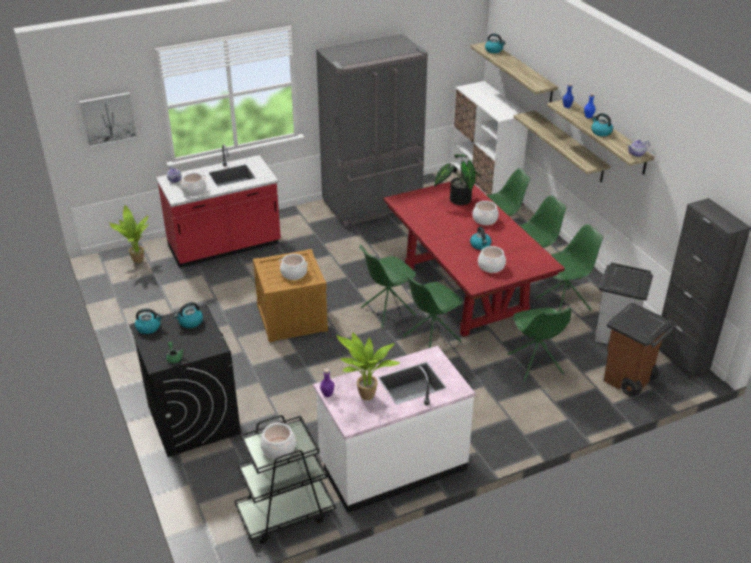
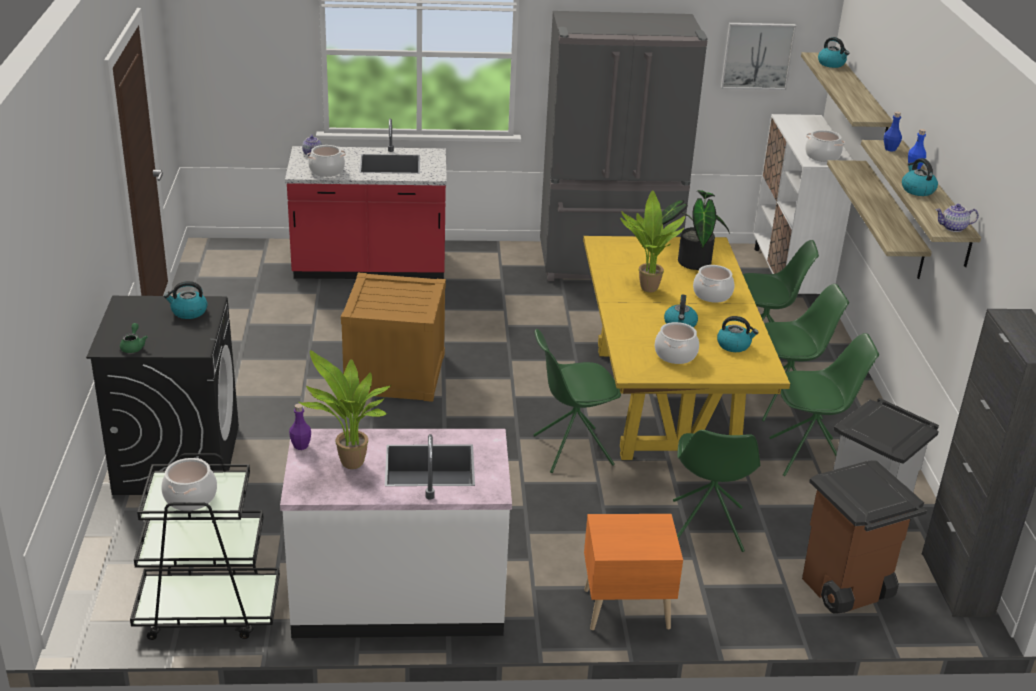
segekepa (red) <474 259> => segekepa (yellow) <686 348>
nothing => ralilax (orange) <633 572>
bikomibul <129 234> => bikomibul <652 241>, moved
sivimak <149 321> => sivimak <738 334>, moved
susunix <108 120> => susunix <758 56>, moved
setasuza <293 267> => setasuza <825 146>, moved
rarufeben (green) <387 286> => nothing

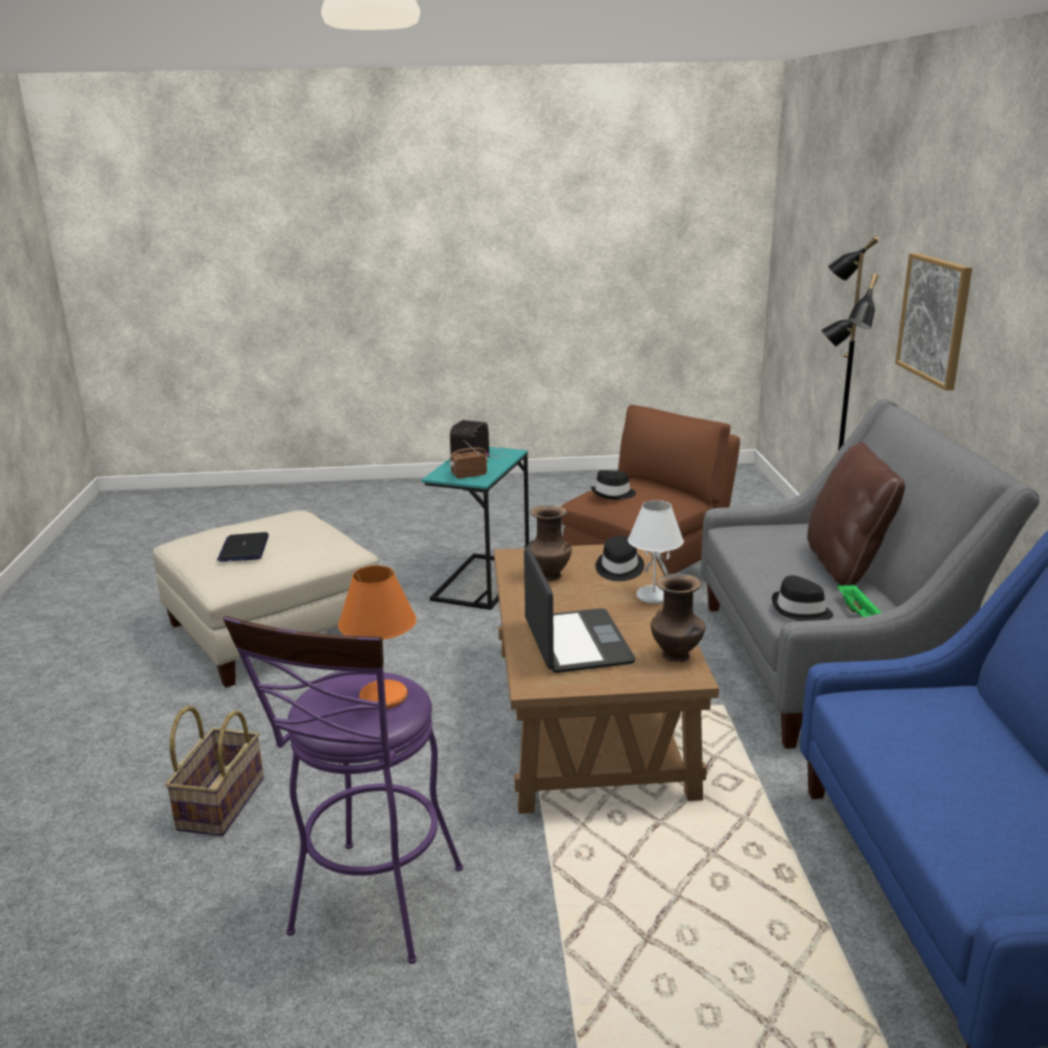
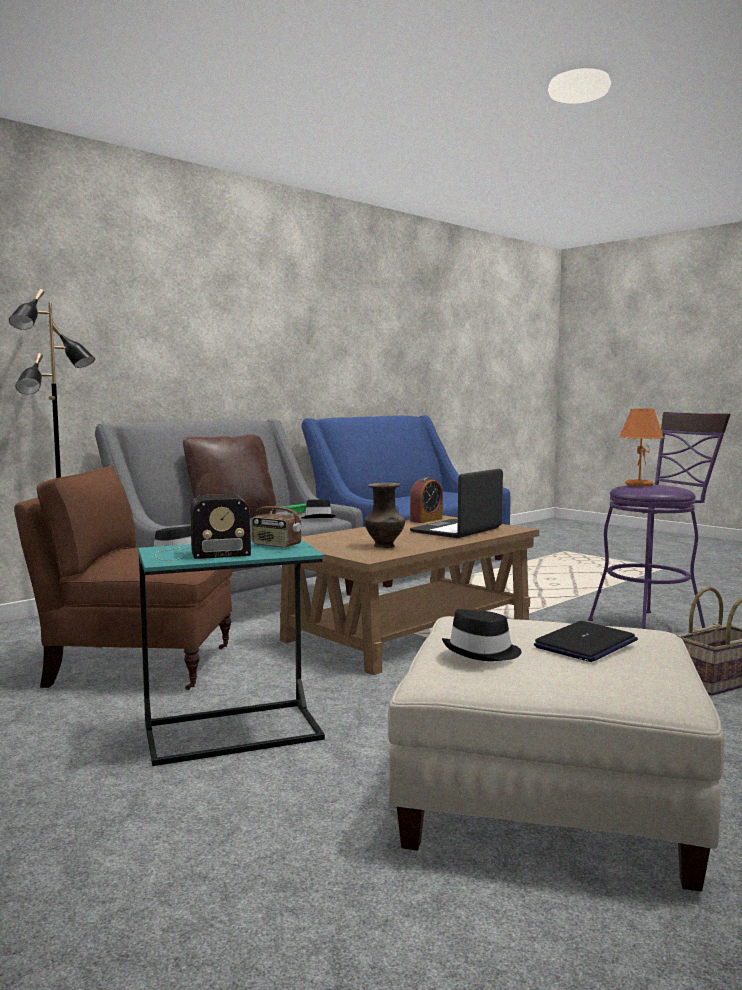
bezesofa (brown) <678 617> => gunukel <426 500>
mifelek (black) <620 558> => mifelek (black) <482 635>, moved
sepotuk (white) <656 552> => nothing
susunix <933 322> => nothing

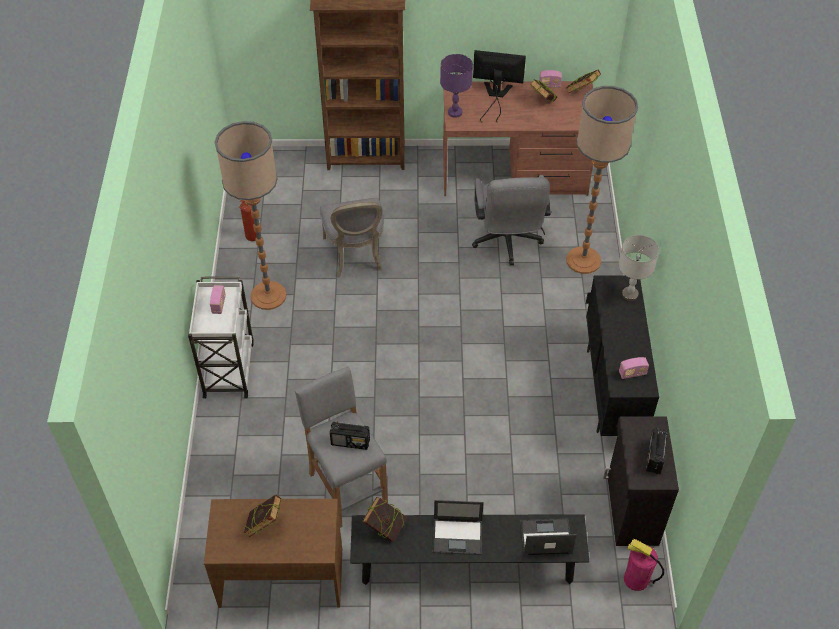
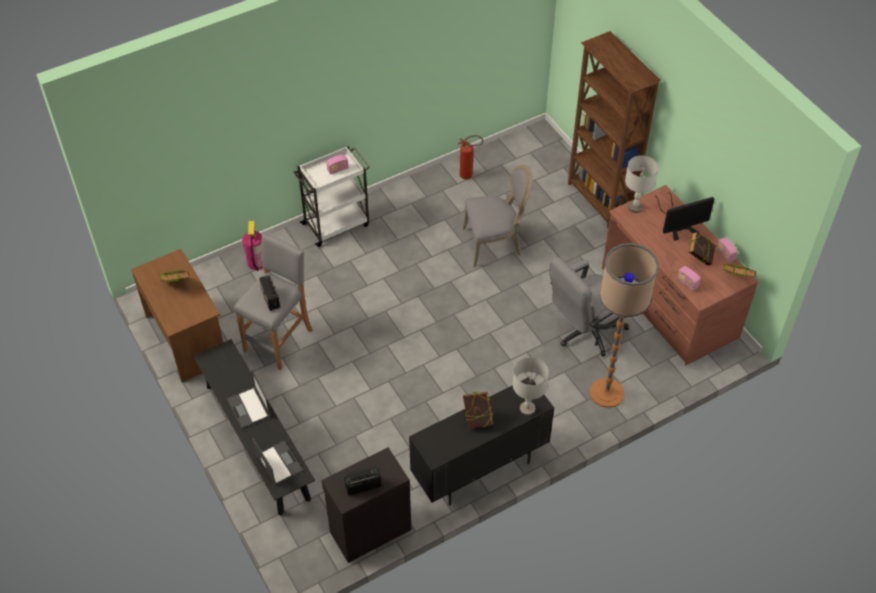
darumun <644 564> => darumun <252 246>, moved
rarufeben (grey) <351 237> => rarufeben (grey) <497 215>, 150 degrees counterclockwise
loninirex <385 519> => loninirex <478 410>, moved
sepotuk (purple) <456 86> => sepotuk (grey) <642 184>
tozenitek <499 86> => tozenitek <685 216>, 90 degrees clockwise
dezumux <634 368> => dezumux <689 278>, moved
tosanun <250 215> => nothing

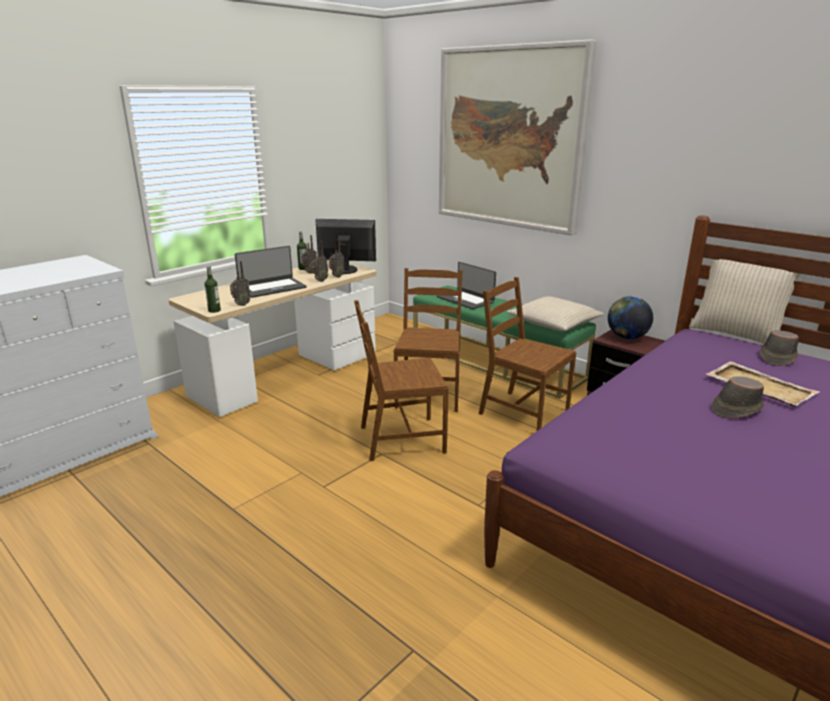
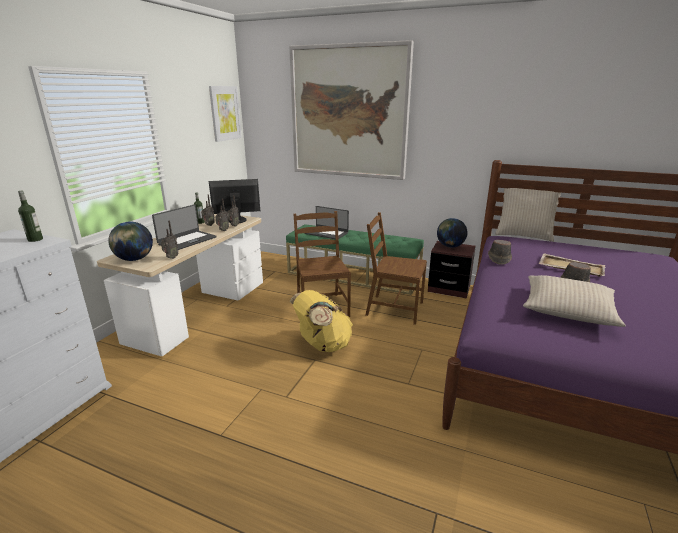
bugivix <213 289> => bugivix <30 216>, moved
nothing => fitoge <130 241>
nothing => susunix <225 114>
rarufeben (brown) <401 380> => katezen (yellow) <321 321>
mifelek (brown) <779 348> => mifelek (brown) <500 252>, moved
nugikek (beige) <555 314> => nugikek (beige) <574 301>, moved

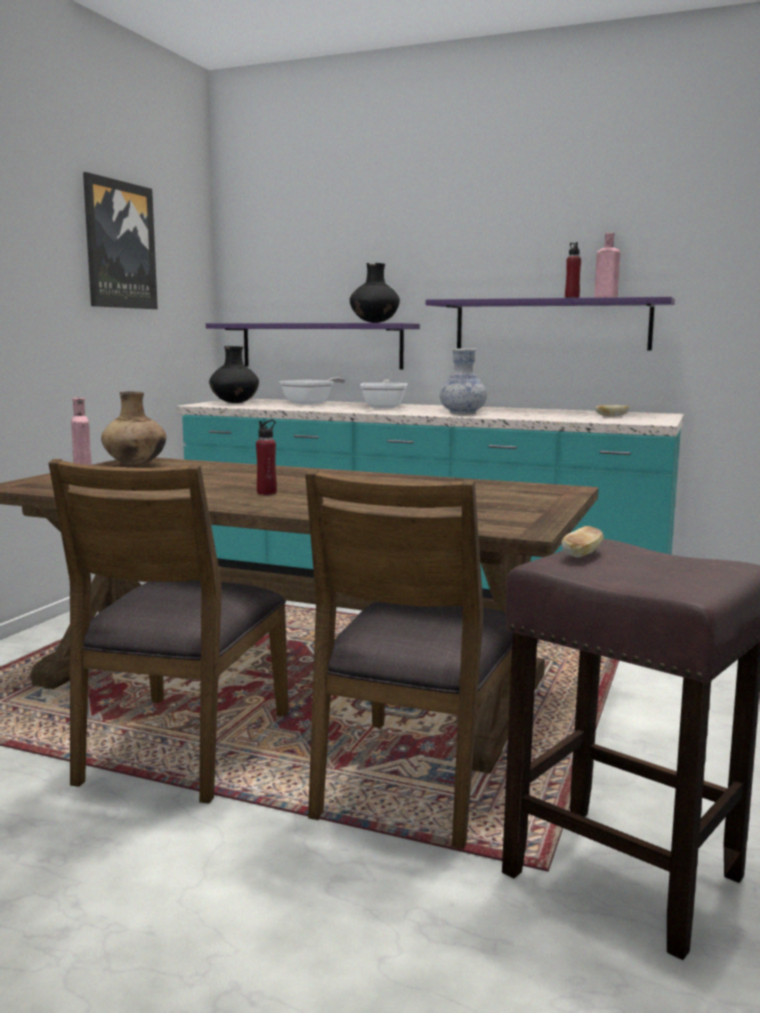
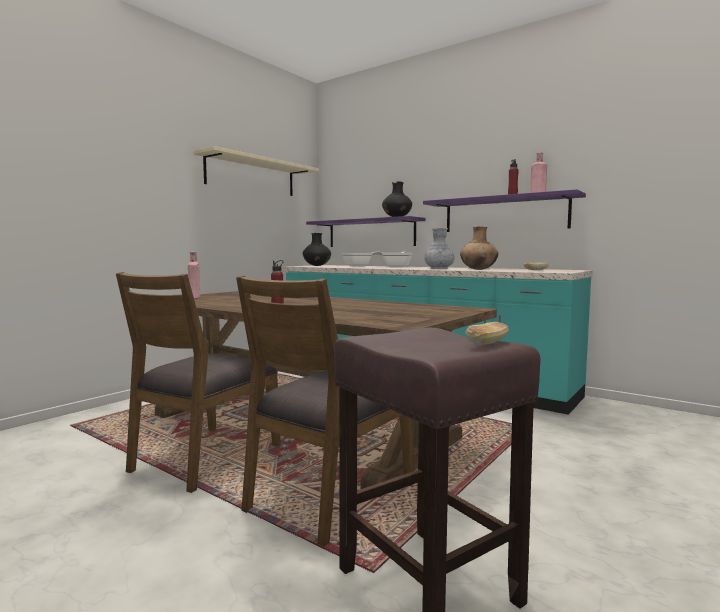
susunix <120 240> => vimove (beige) <256 171>
bezesofa (brown) <133 428> => bezesofa (brown) <479 248>, moved
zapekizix <583 542> => zapekizix <487 333>, moved

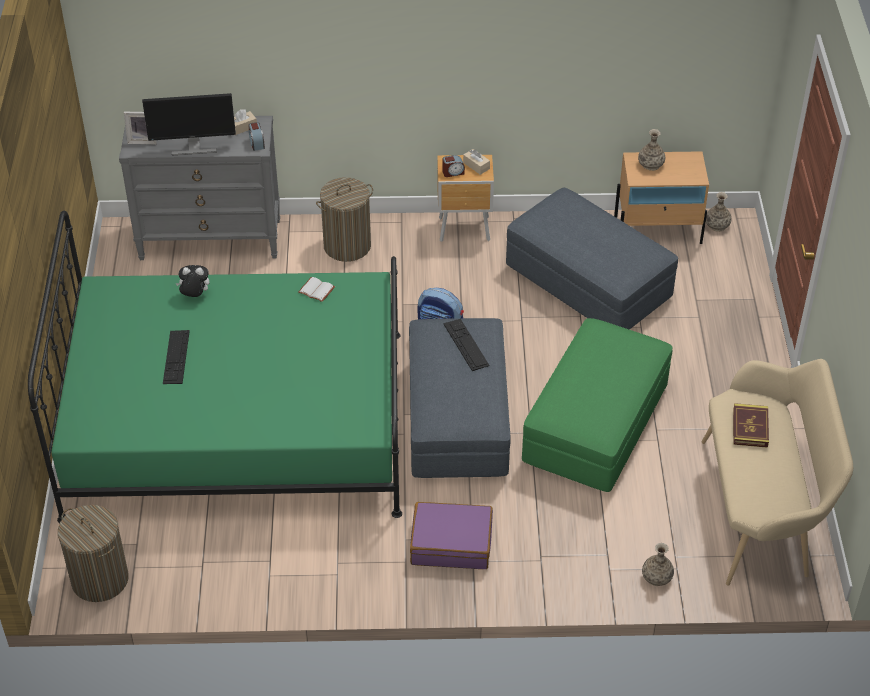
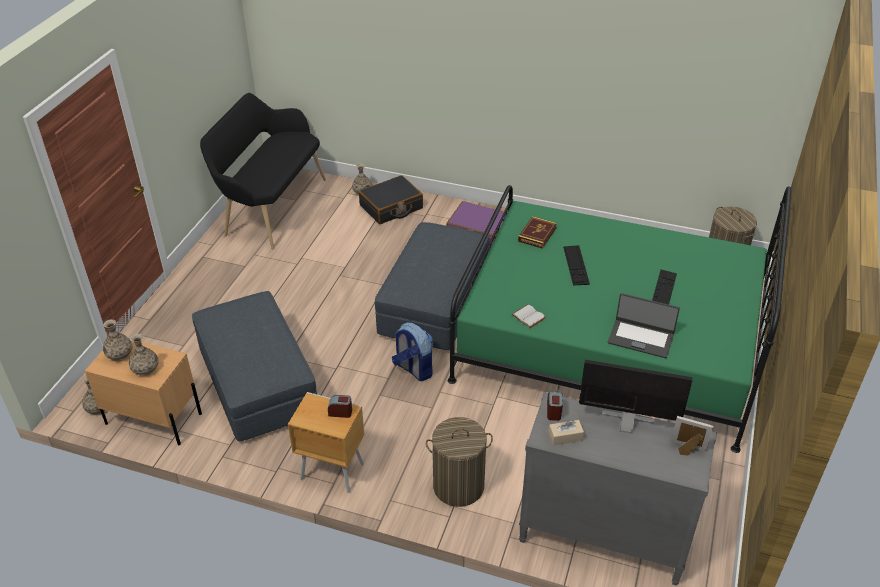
nothing => bezesofa <117 340>
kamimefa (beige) <777 472> => kamimefa (black) <263 171>
nothing => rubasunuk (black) <390 199>
loninirex <751 425> => loninirex <537 232>, moved
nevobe <467 345> => nevobe <576 265>, moved
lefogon <192 281> => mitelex <644 325>
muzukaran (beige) <476 162> => nothing
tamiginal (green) <597 405> => nothing

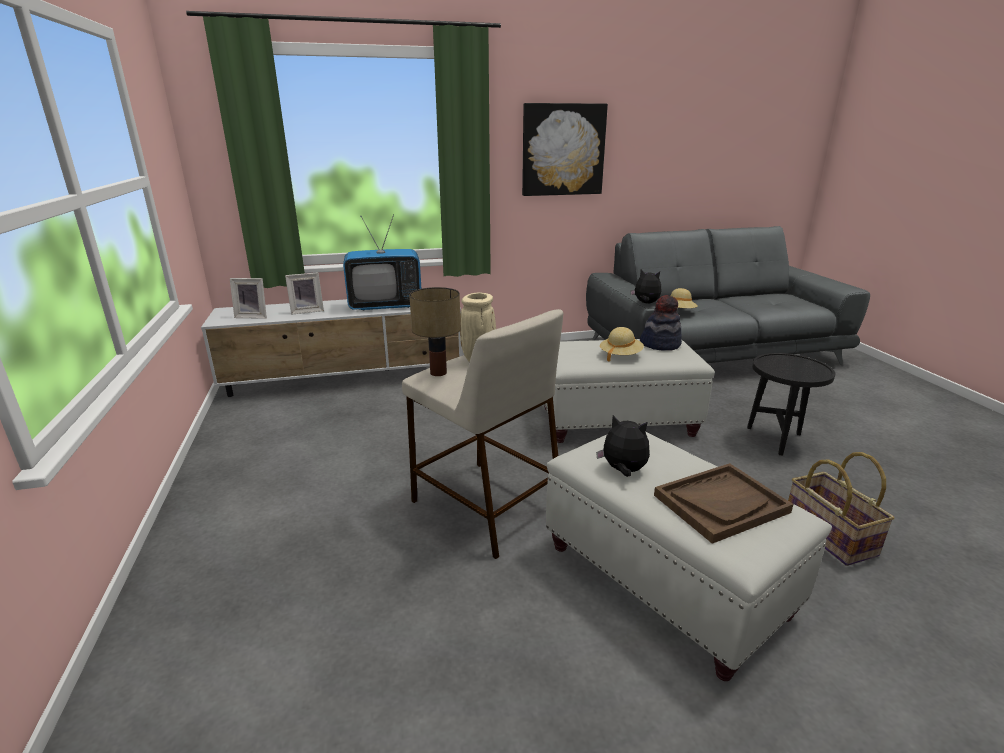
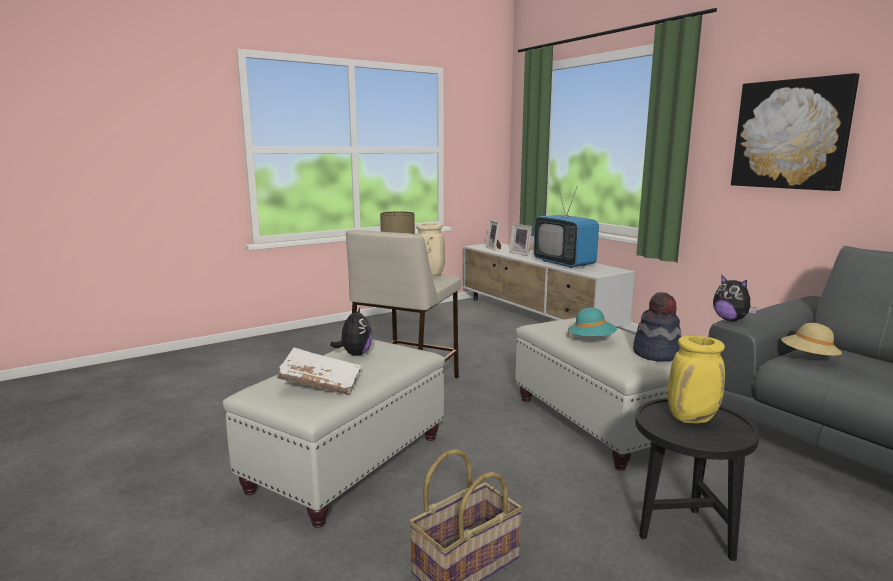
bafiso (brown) <723 503> => loninirex (white) <319 371>
mifelek (beige) <622 344> => mifelek (turquoise) <592 323>
nothing => bezesofa (yellow) <696 379>
lefogon <645 286> => lefogon <735 298>, 135 degrees clockwise

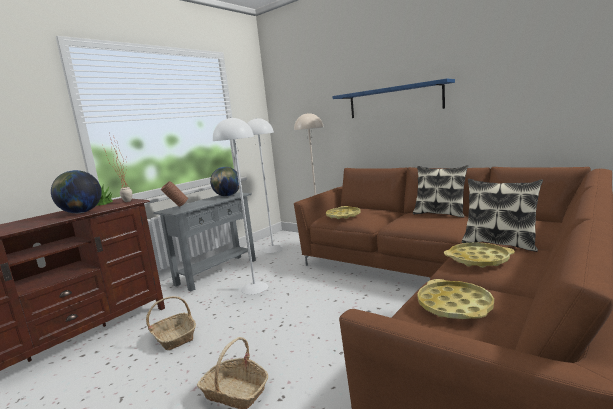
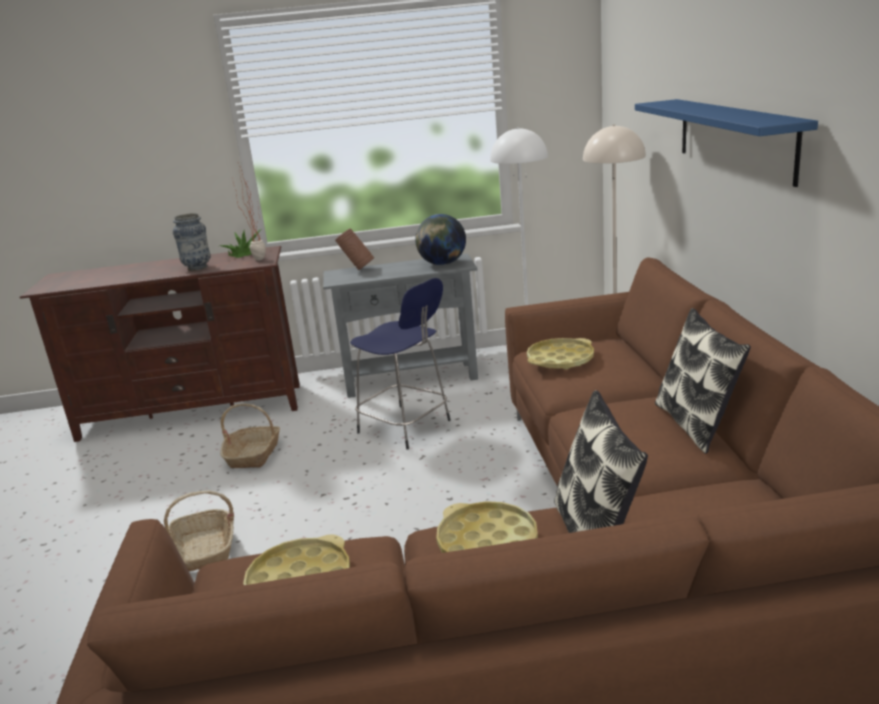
fitoge <76 191> => bezesofa <191 242>
tosanun (white) <241 205> => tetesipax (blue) <400 363>

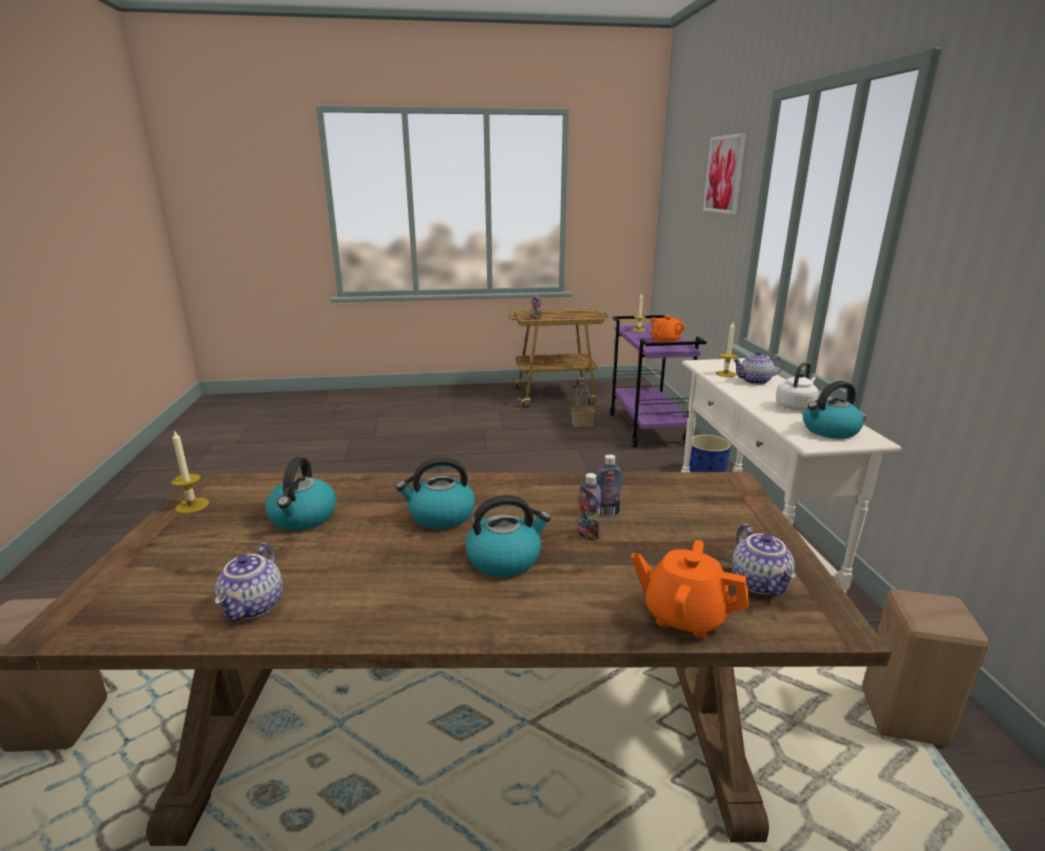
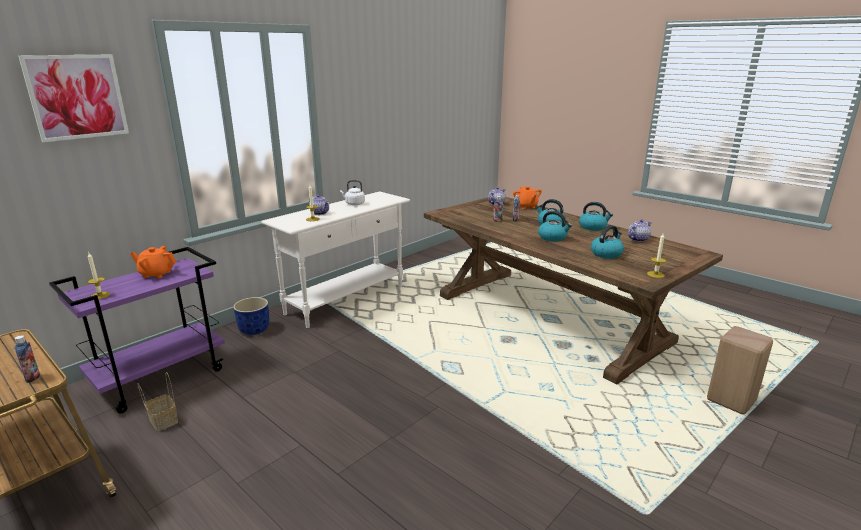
sivimak <833 410> => sivimak <596 216>, moved
tetesipax (beige) <925 667> => nothing

